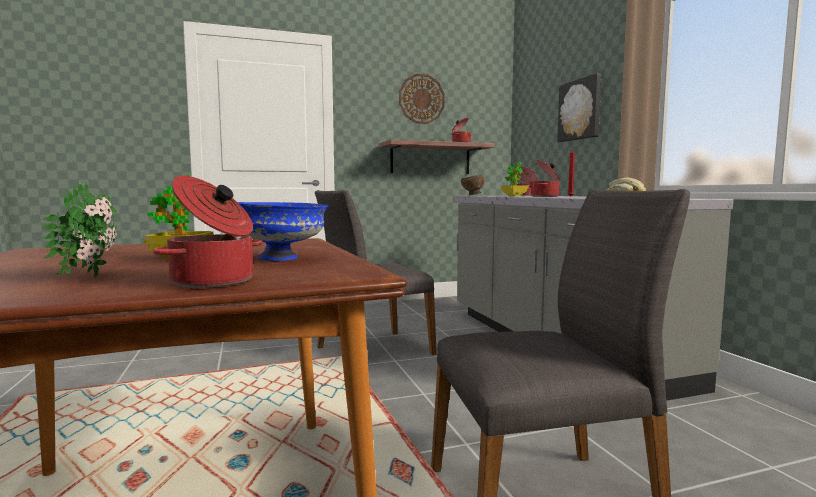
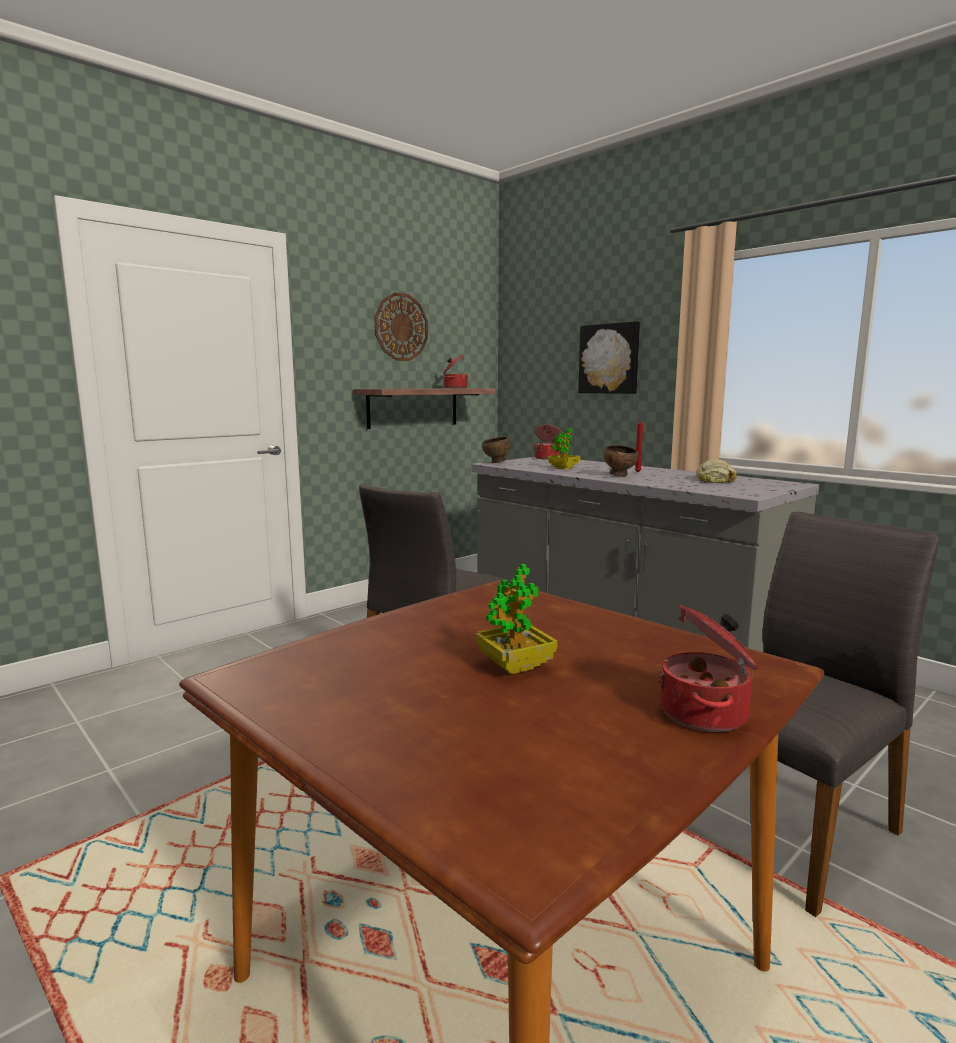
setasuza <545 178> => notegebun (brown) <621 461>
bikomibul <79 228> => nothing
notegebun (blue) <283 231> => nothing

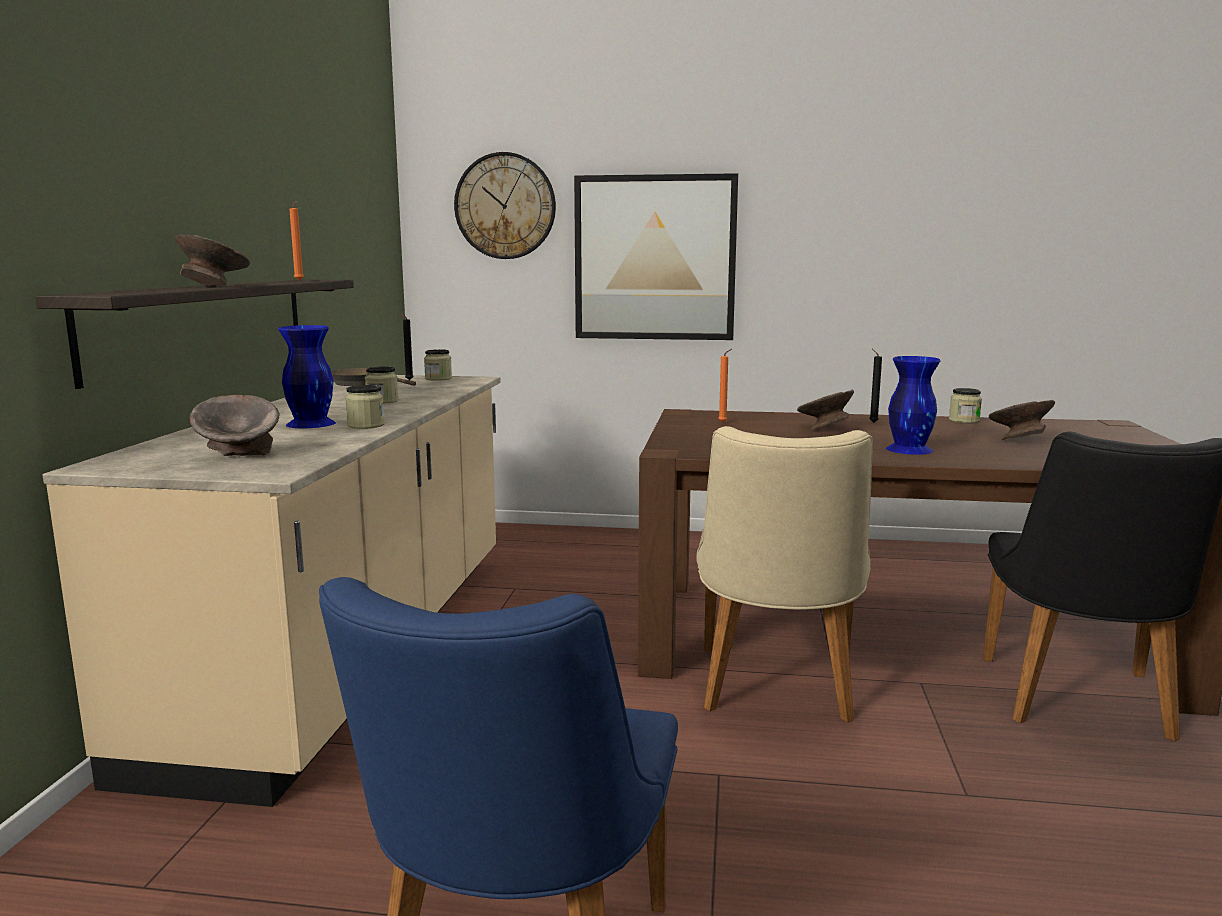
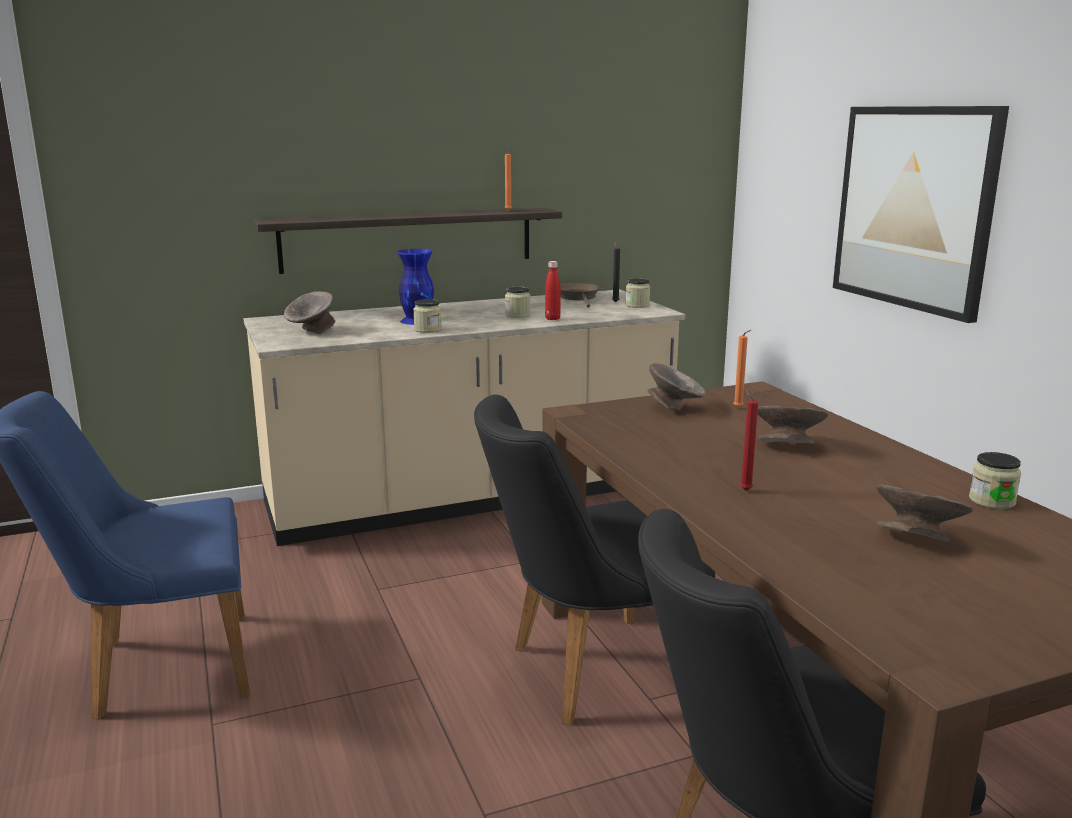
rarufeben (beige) <785 574> => rarufeben (black) <594 560>
nothing => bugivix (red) <553 290>
notegebun (grey) <212 260> => notegebun (grey) <676 386>, moved
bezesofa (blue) <913 405> => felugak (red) <749 440>
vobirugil <505 205> => nothing
felugak (black) <875 386> => nothing

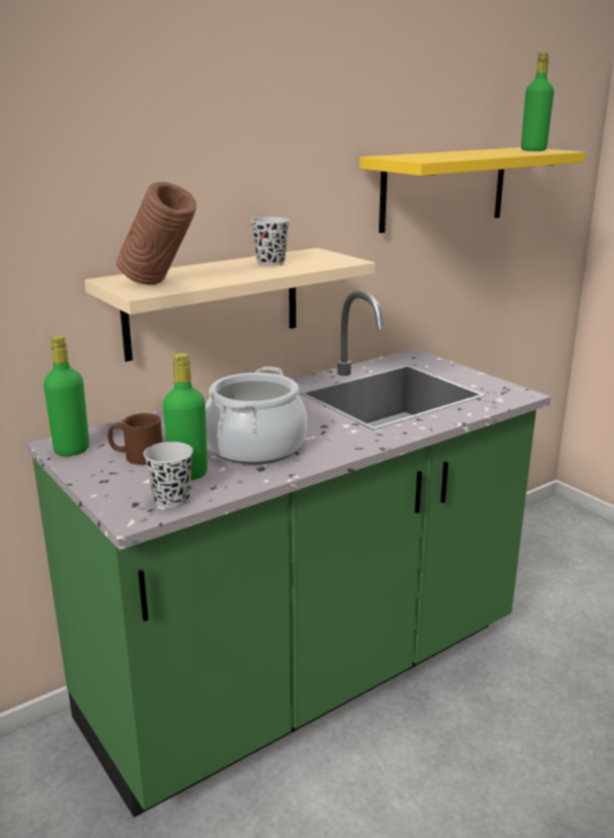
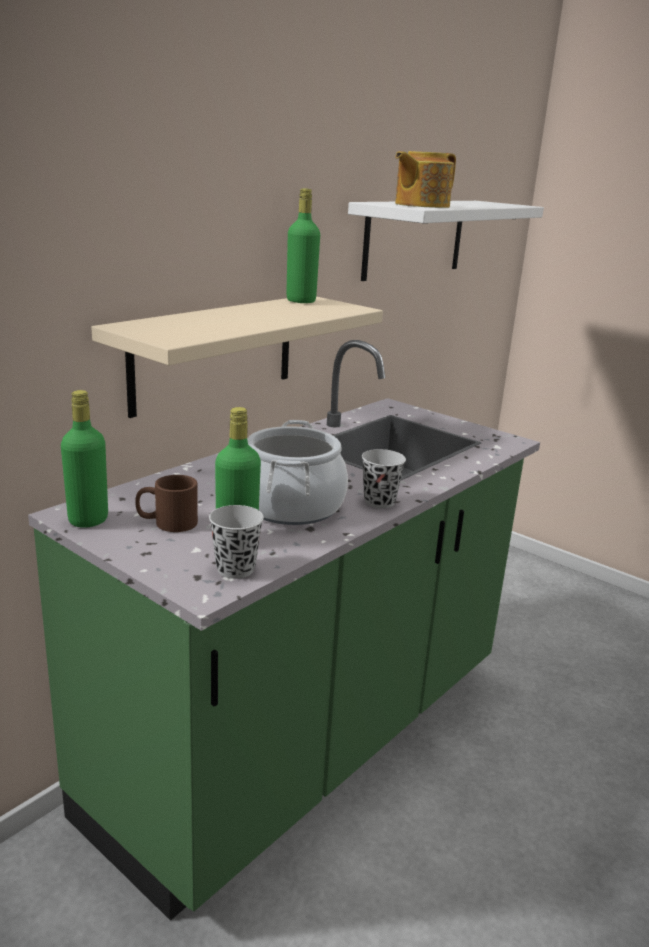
bugivix (green) <537 101> => bugivix (green) <303 245>, moved
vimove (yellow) <473 190> => vimove (white) <446 241>
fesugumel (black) <270 241> => fesugumel (black) <384 478>, moved
nothing => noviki <425 179>
bezesofa (brown) <156 233> => nothing

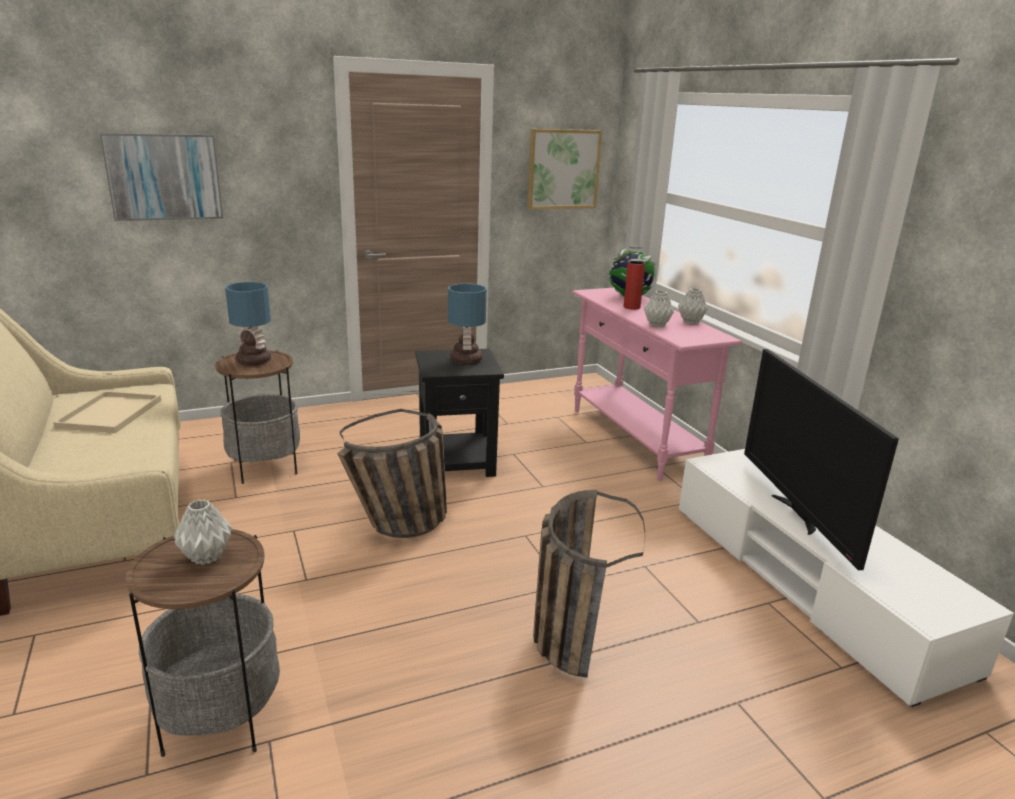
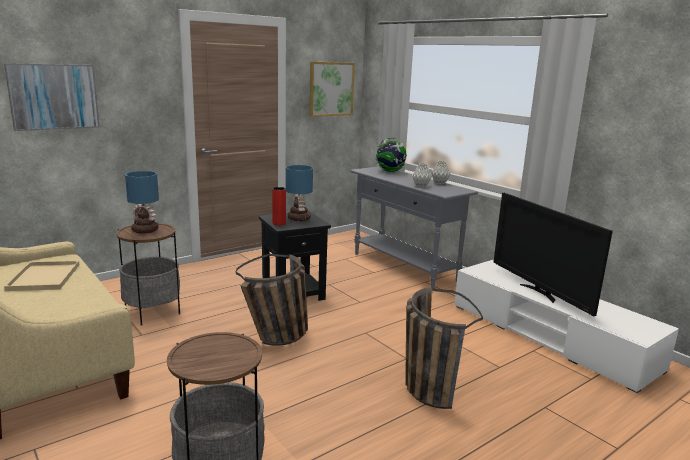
bezesofa (red) <634 285> => bezesofa (red) <279 206>, moved
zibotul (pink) <657 384> => zibotul (grey) <414 227>
bezesofa (grey) <203 532> => nothing

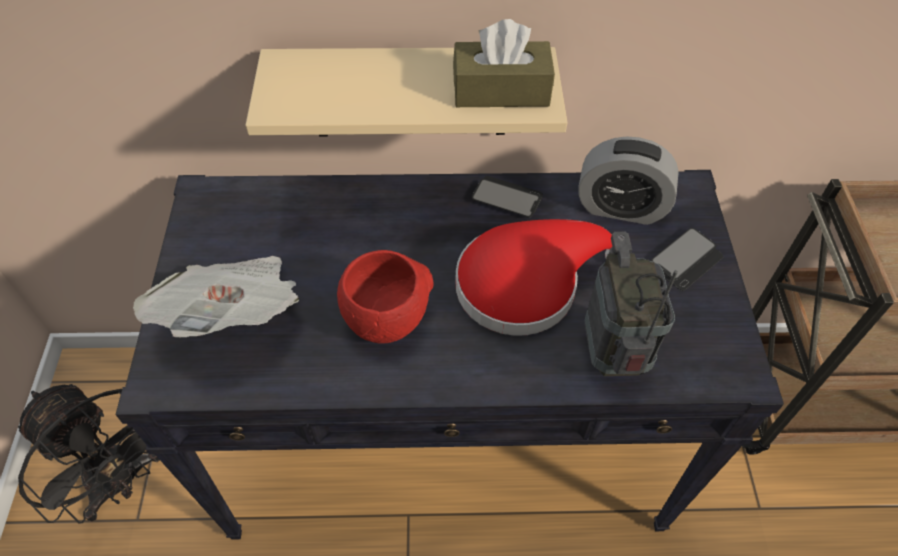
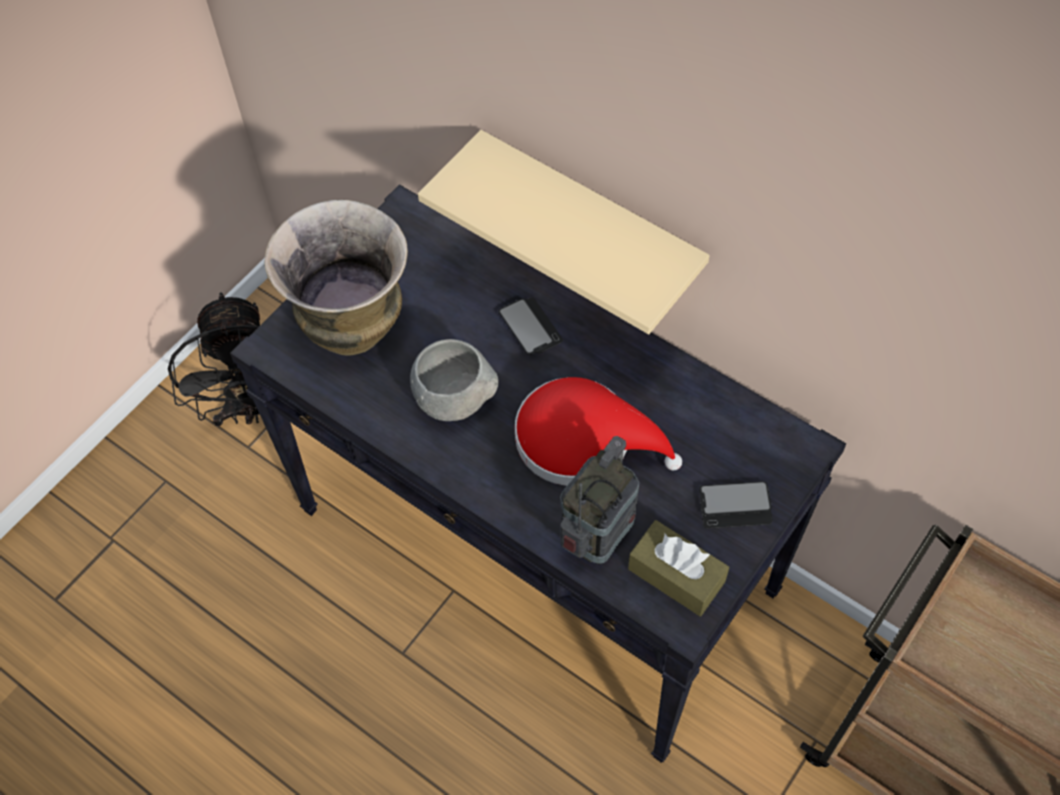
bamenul <216 296> => bezesofa <336 278>
notegebun (red) <385 296> => notegebun (grey) <454 380>
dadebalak <507 197> => dadebalak <530 326>, moved
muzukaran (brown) <504 63> => muzukaran (brown) <678 568>, moved
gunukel <628 180> => nothing

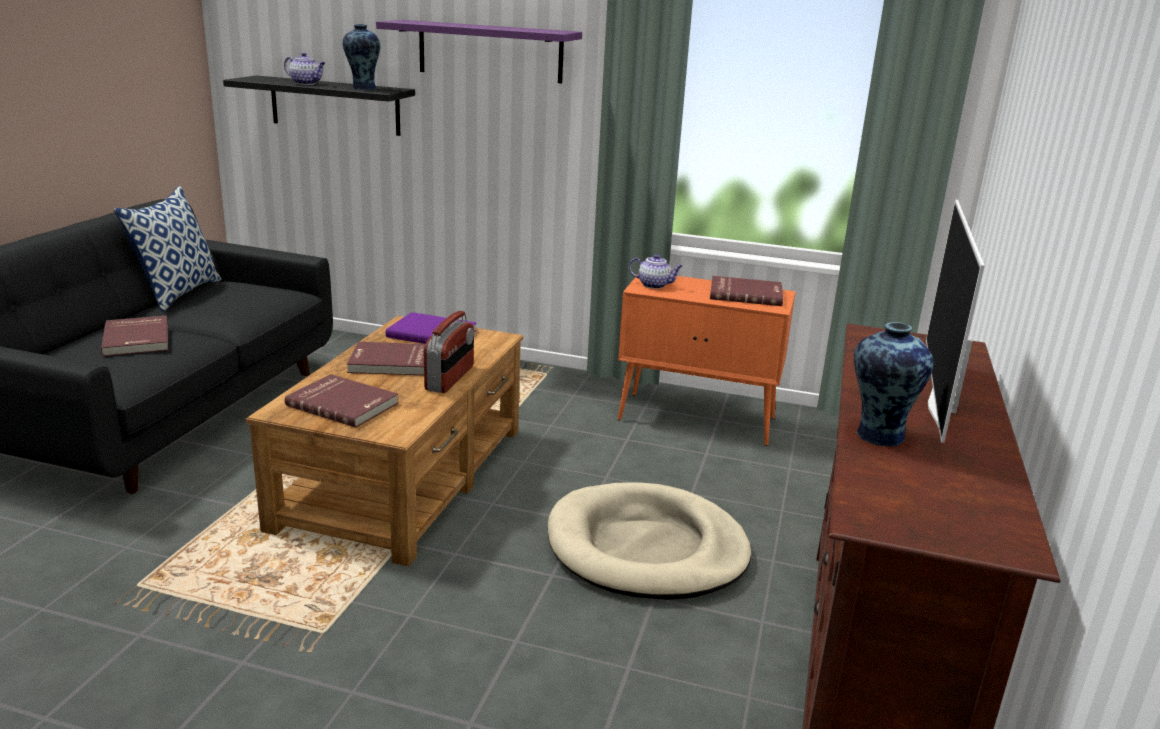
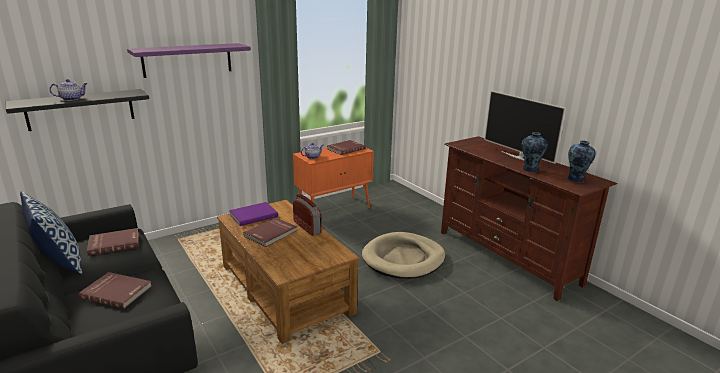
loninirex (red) <341 401> => loninirex (red) <113 242>, moved
bezesofa <361 57> => bezesofa <581 162>, moved

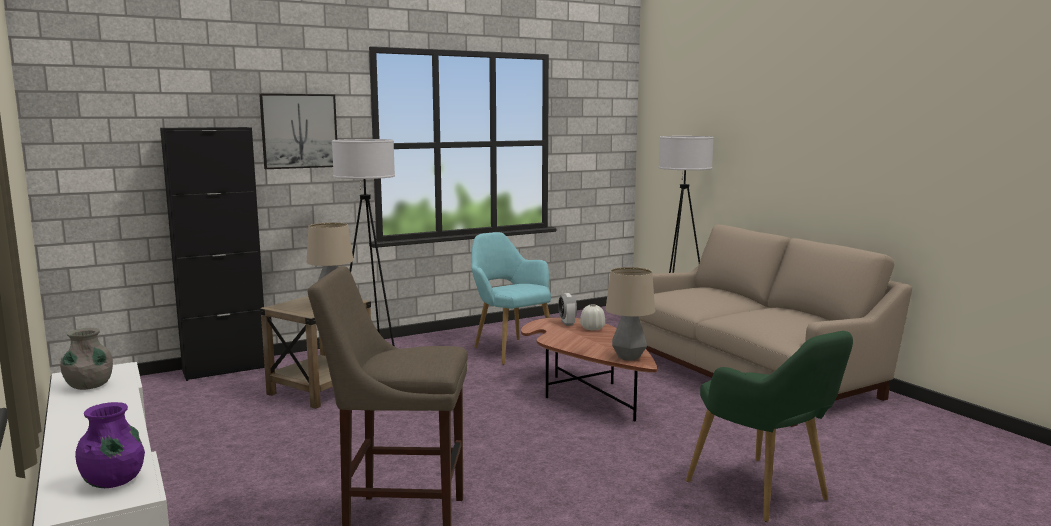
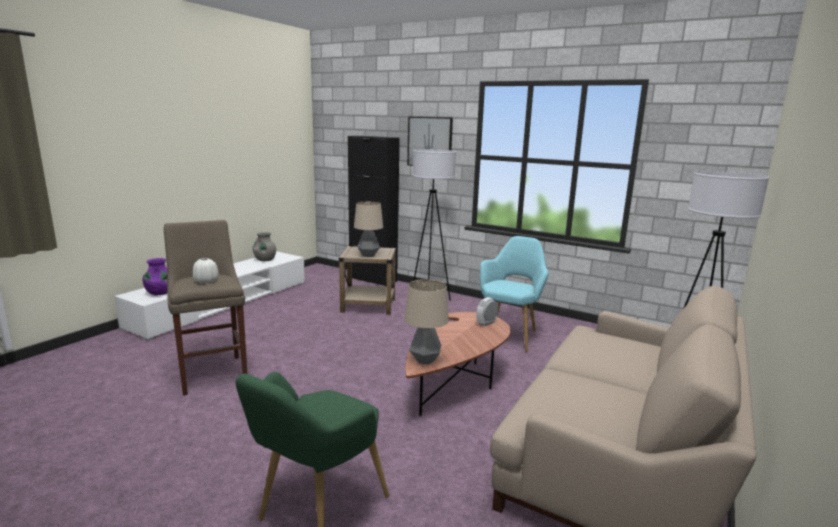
bezesofa (white) <592 317> => bezesofa (white) <206 270>, moved

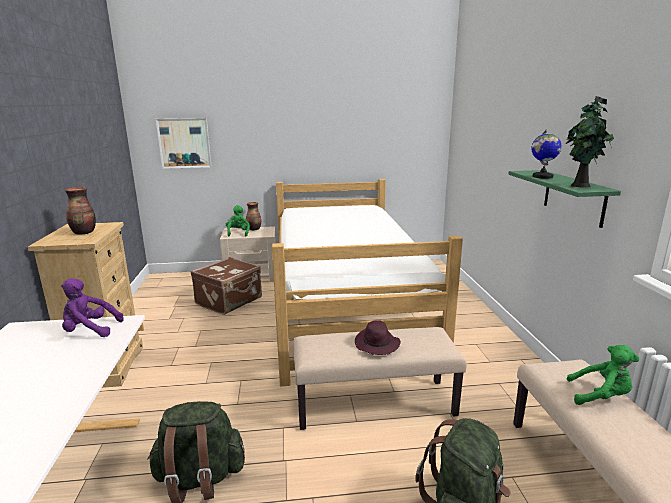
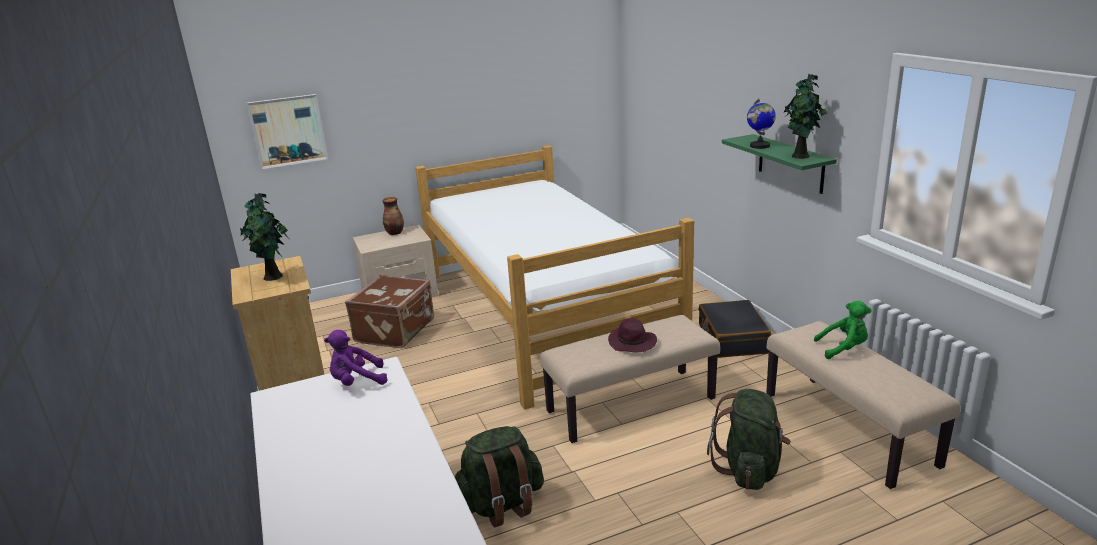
bezesofa <80 211> => bikomibul <264 237>
nothing => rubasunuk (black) <735 329>
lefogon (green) <238 220> => nothing

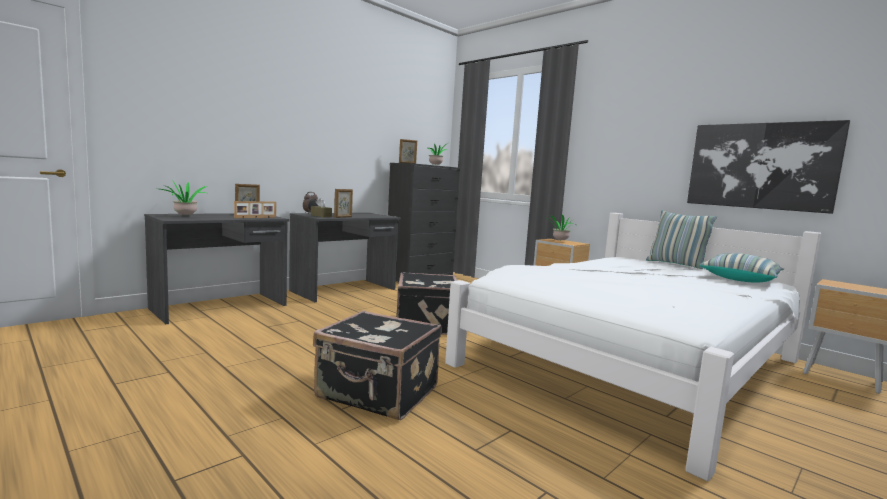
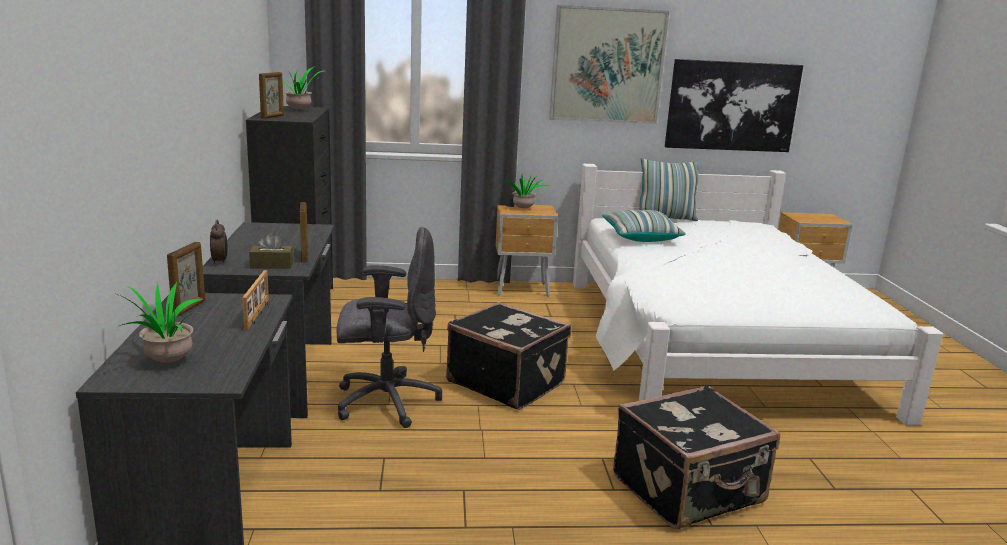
nothing => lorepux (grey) <389 327>
nothing => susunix <609 64>
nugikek <741 267> => nugikek <644 226>, moved

